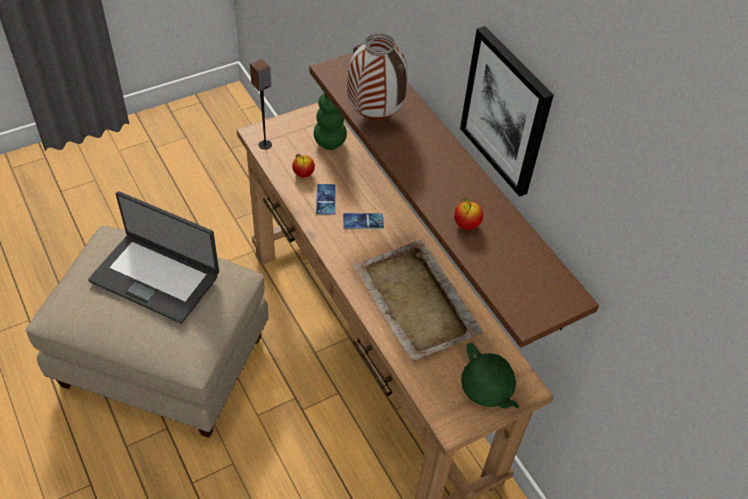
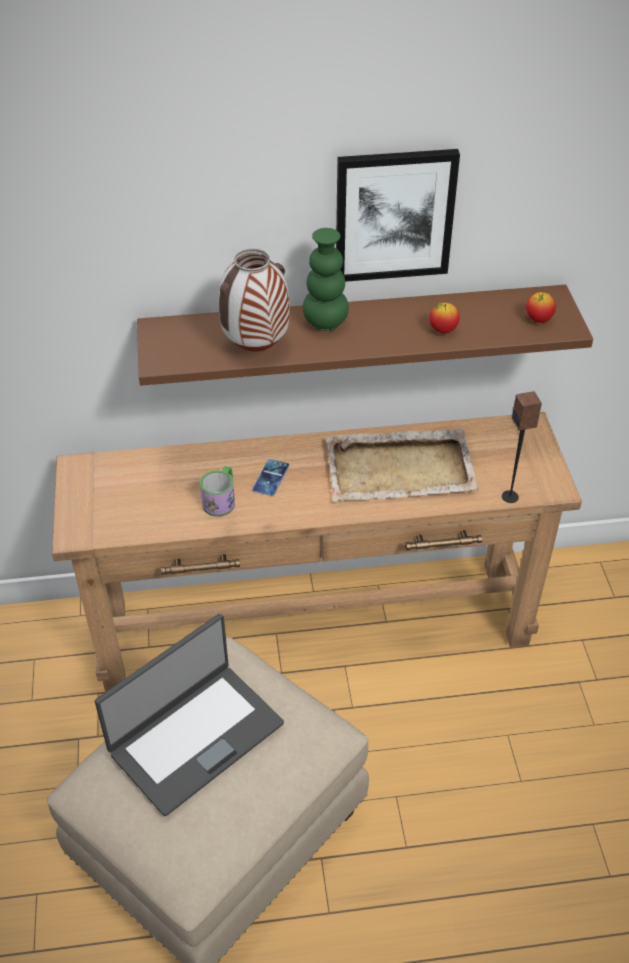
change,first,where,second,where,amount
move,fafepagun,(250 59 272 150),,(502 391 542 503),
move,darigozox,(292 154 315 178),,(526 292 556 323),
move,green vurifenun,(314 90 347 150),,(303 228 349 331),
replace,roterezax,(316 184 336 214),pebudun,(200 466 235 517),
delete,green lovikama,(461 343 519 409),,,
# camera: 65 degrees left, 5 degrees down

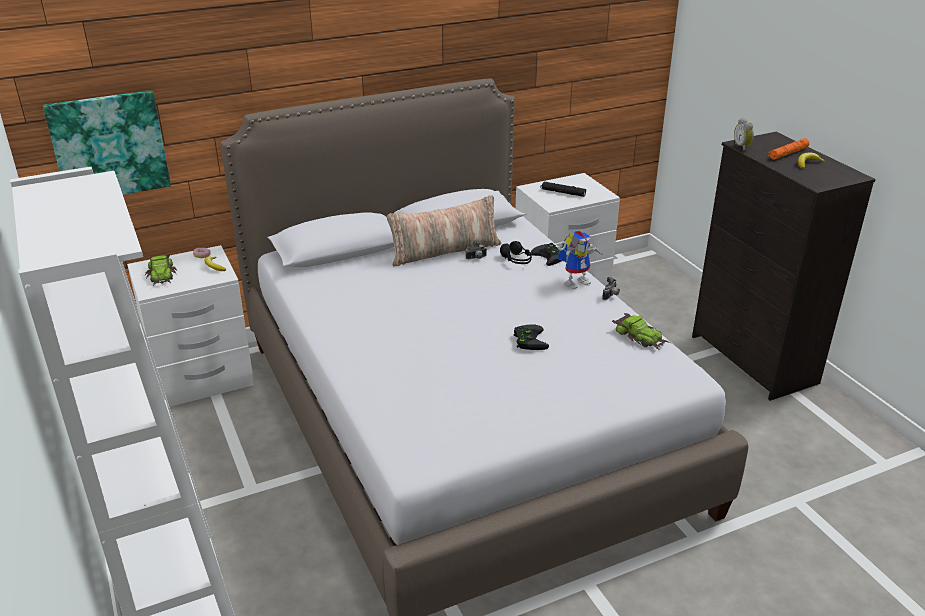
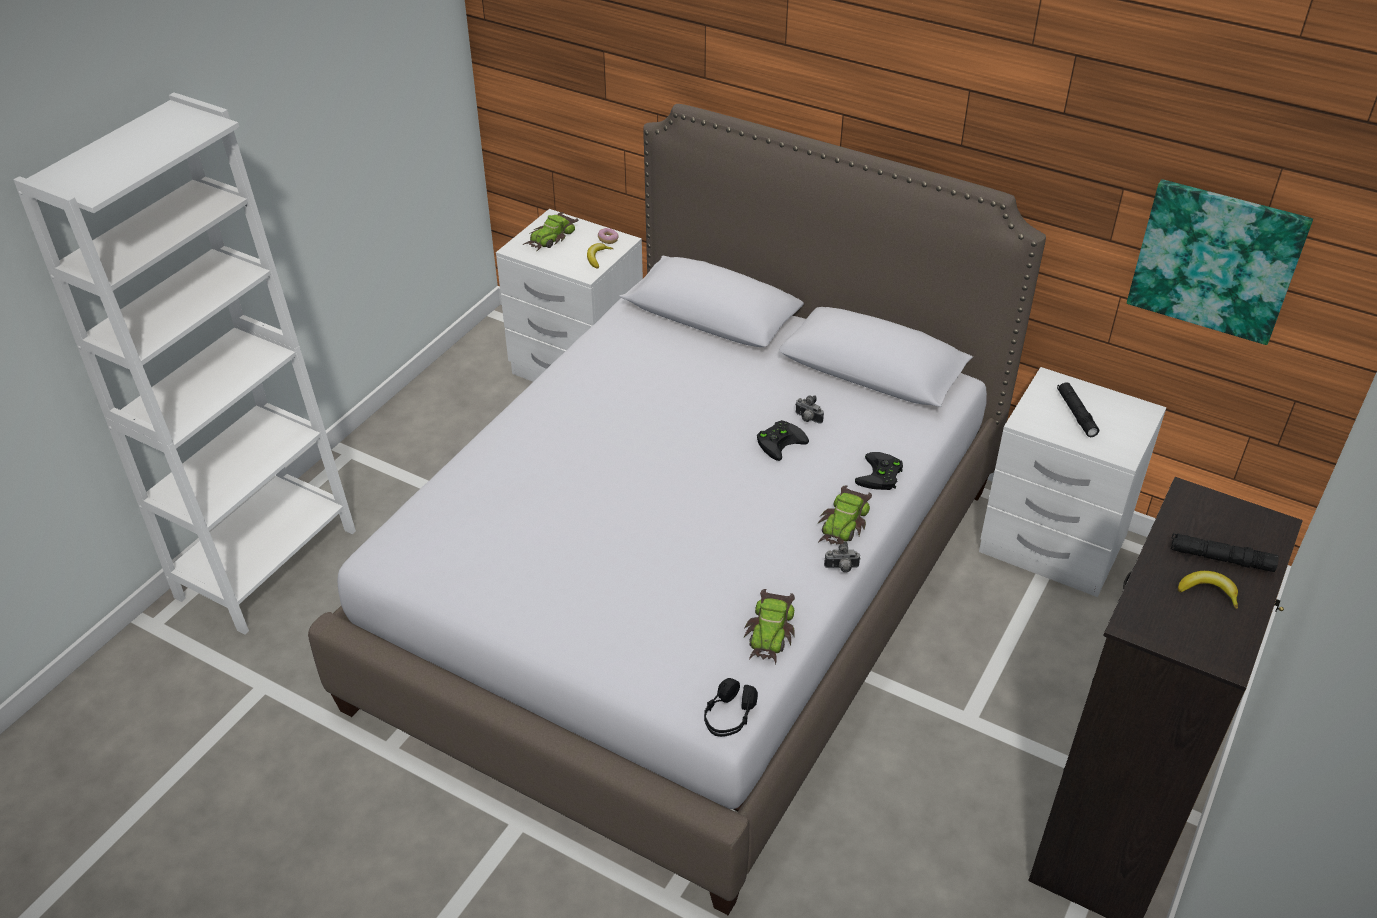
change,first,where,second,where,amount
move,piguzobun,(43 90 171 195),,(1127 179 1313 345),
delete,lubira,(387 195 501 267),,,
move,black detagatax,(500 241 532 264),,(704 678 758 737),
move,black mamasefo,(513 324 549 350),,(757 420 809 461),
replace,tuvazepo,(557 231 604 289),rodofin,(817 485 872 545),
delete,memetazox,(734 117 754 151),,,
recolor,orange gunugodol,(768 138 809 160),black gunugodol,(1171 533 1279 572),
# camera: 55 degrees right, 10 degrees up

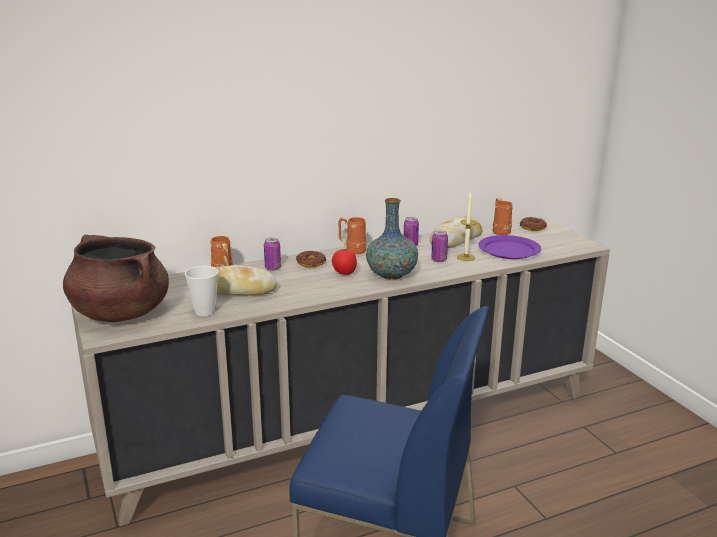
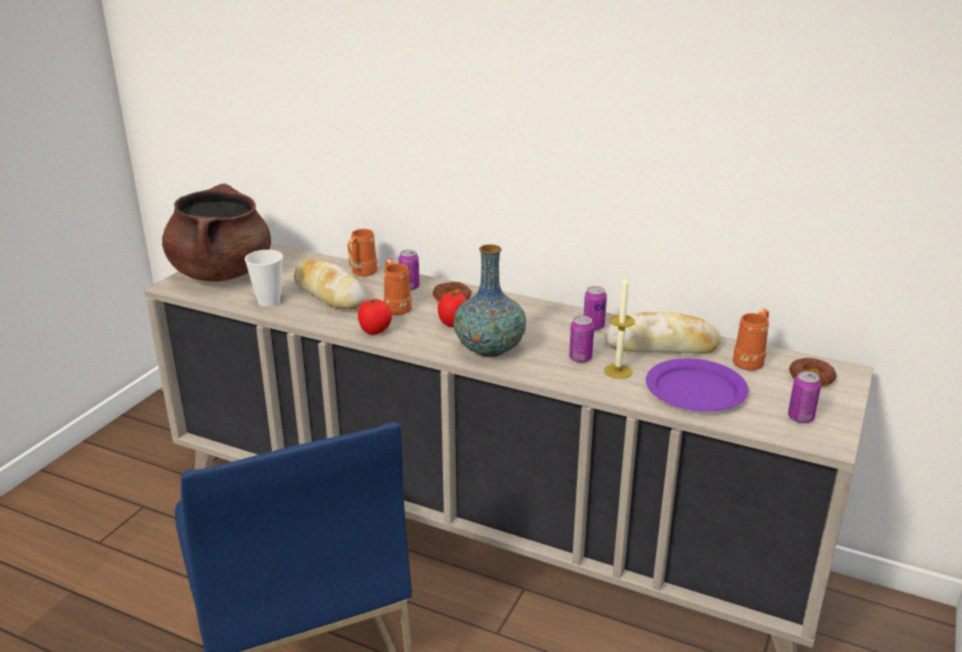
change,first,where,second,where,amount
move,orange pebudun,(338 217 367 254),,(384 259 412 315),
insert,,,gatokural,(358 299 392 335),
insert,,,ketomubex,(788 371 821 423),
# camera: 50 degrees right, 5 degrees up

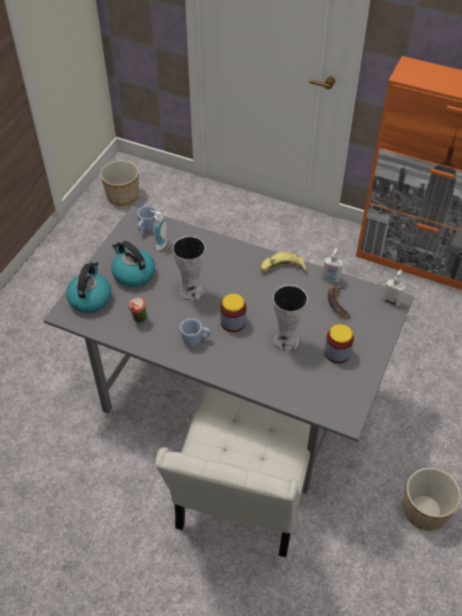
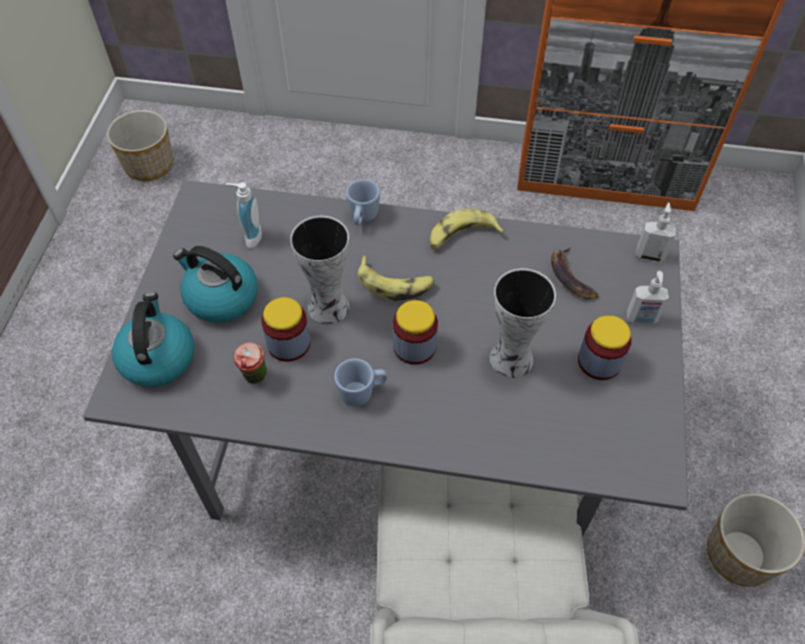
change,first,where,second,where,amount
move,blue pebudun,(137 206 157 231),,(346 179 380 226),
move,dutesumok,(322 248 343 282),,(626 271 669 324),
insert,,,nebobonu,(261 297 311 362),
insert,,,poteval,(358 256 435 301),
# camera: 15 degrees left, 5 degrees up

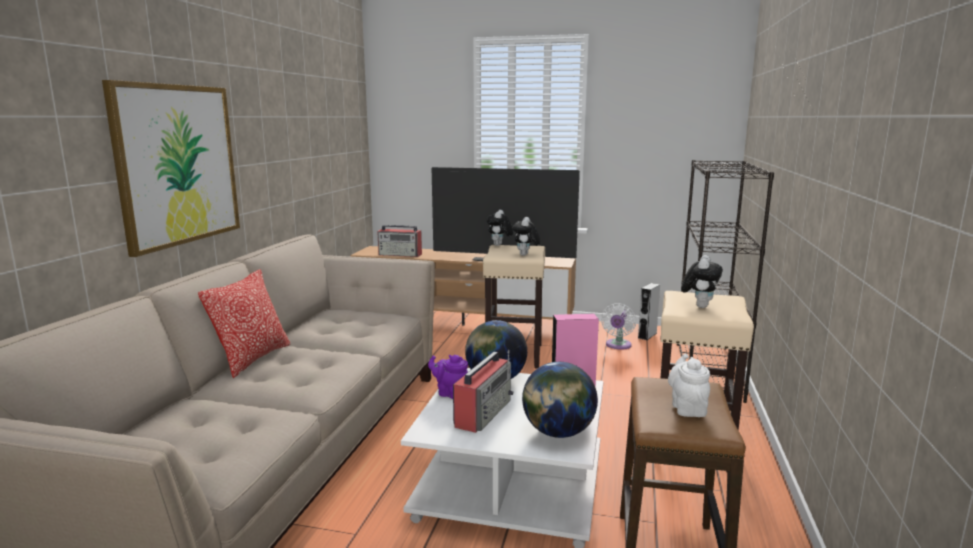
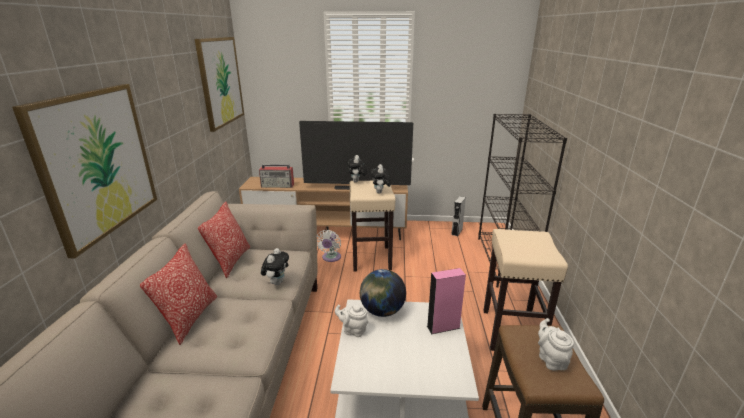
change,first,where,second,where,amount
recolor,purple lovikama,(428 355 468 399),white lovikama,(335 305 368 337),
delete,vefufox,(453 350 513 433),,,
delete,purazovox,(522 362 598 438),,,
move,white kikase,(601 303 636 350),,(317 230 341 262),
move,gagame,(681 255 723 308),,(261 248 289 285),
insert,,,piguzobun,(195 37 244 132),
insert,,,lubira,(198 202 250 278),
# camera: 10 degrees left, 10 degrees up

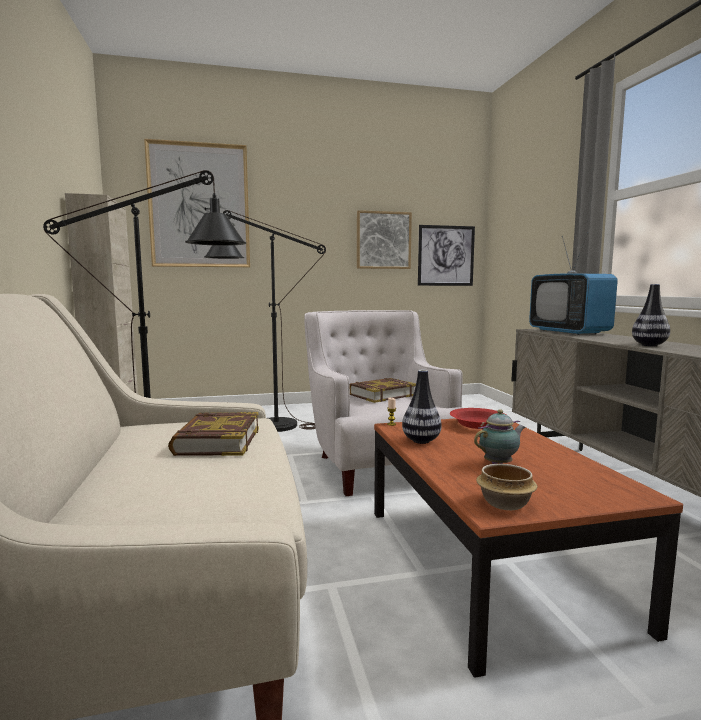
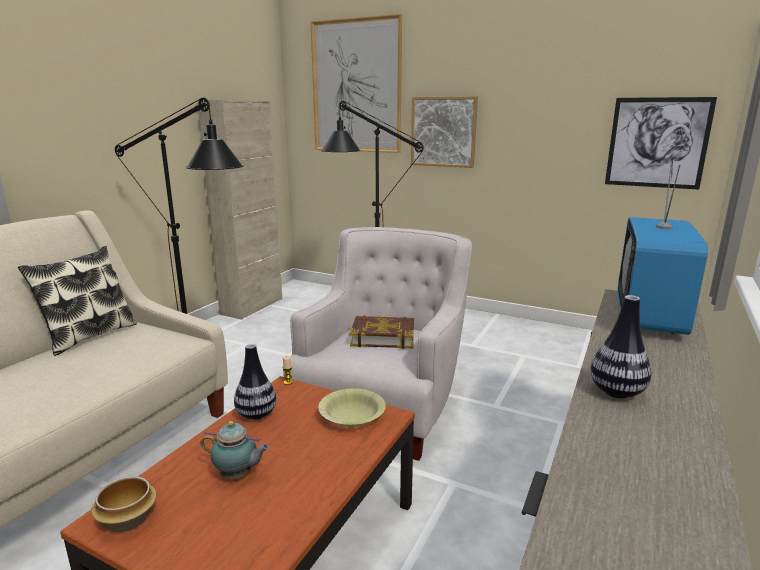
change,first,where,second,where,amount
delete,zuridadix,(168 412 259 456),,,
move,piguzobun,(357 210 412 269),,(411 96 478 168),
recolor,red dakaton,(450 408 505 429),yellow dakaton,(318 388 386 427),
insert,,,lubira,(18 246 137 356),
# camera: 40 degrees right, 10 degrees up

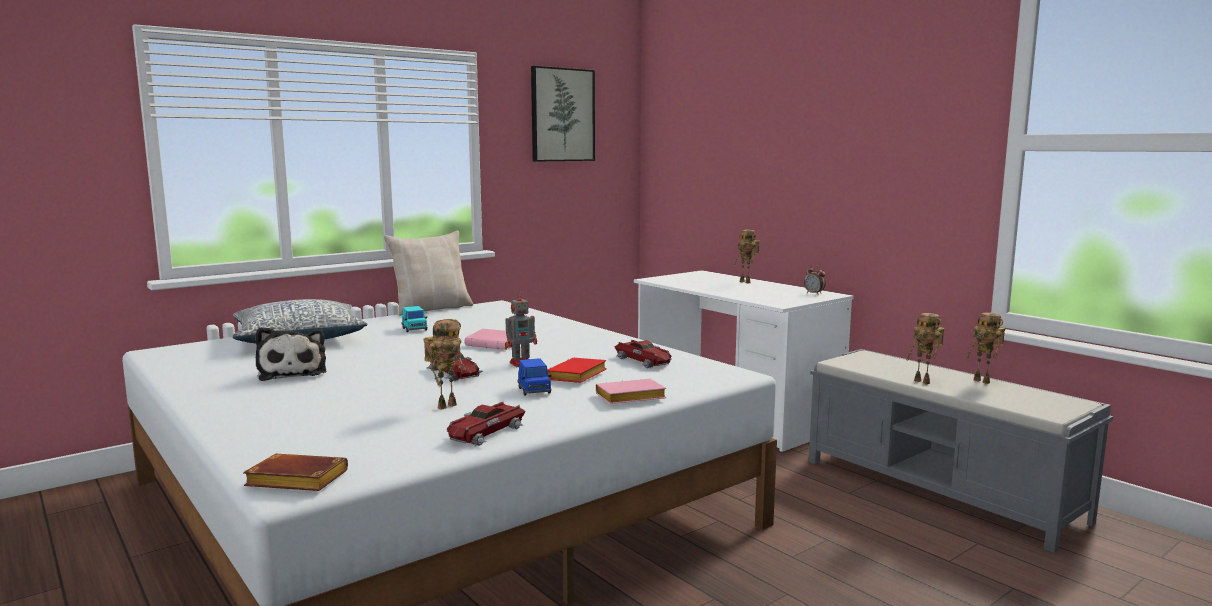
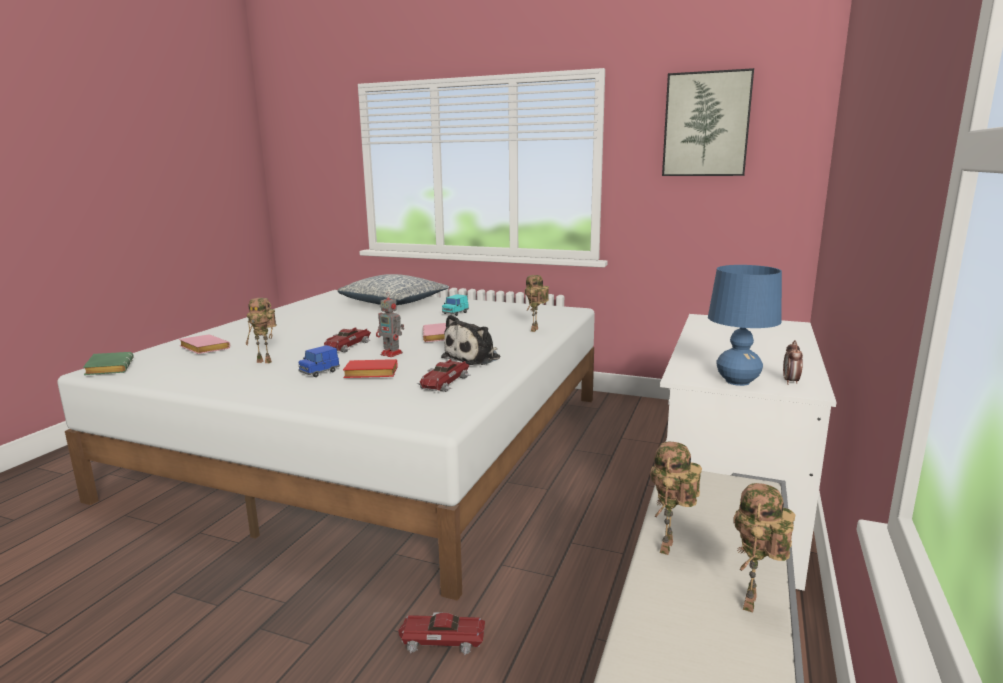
change,first,where,second,where,amount
recolor,brown zuridadix,(243 454 348 491),green zuridadix,(83 352 134 375),
move,gagame,(256 327 326 381),,(441 315 500 365),
delete,beige lubira,(384 231 473 316),,,
move,rodofin,(447 401 526 446),,(398 612 485 655),
move,pink zuridadix,(596 379 666 404),,(179 334 230 354),
move,tuvazepo,(733 230 760 283),,(525 275 549 332),
insert,,,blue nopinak,(708 265 782 386),
# camera: 60 degrees right, 5 degrees up

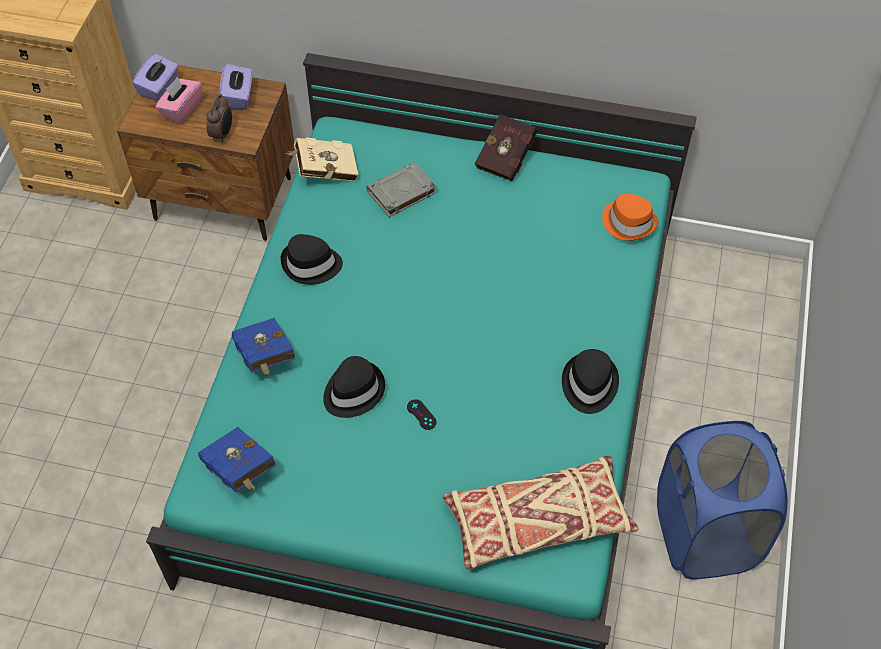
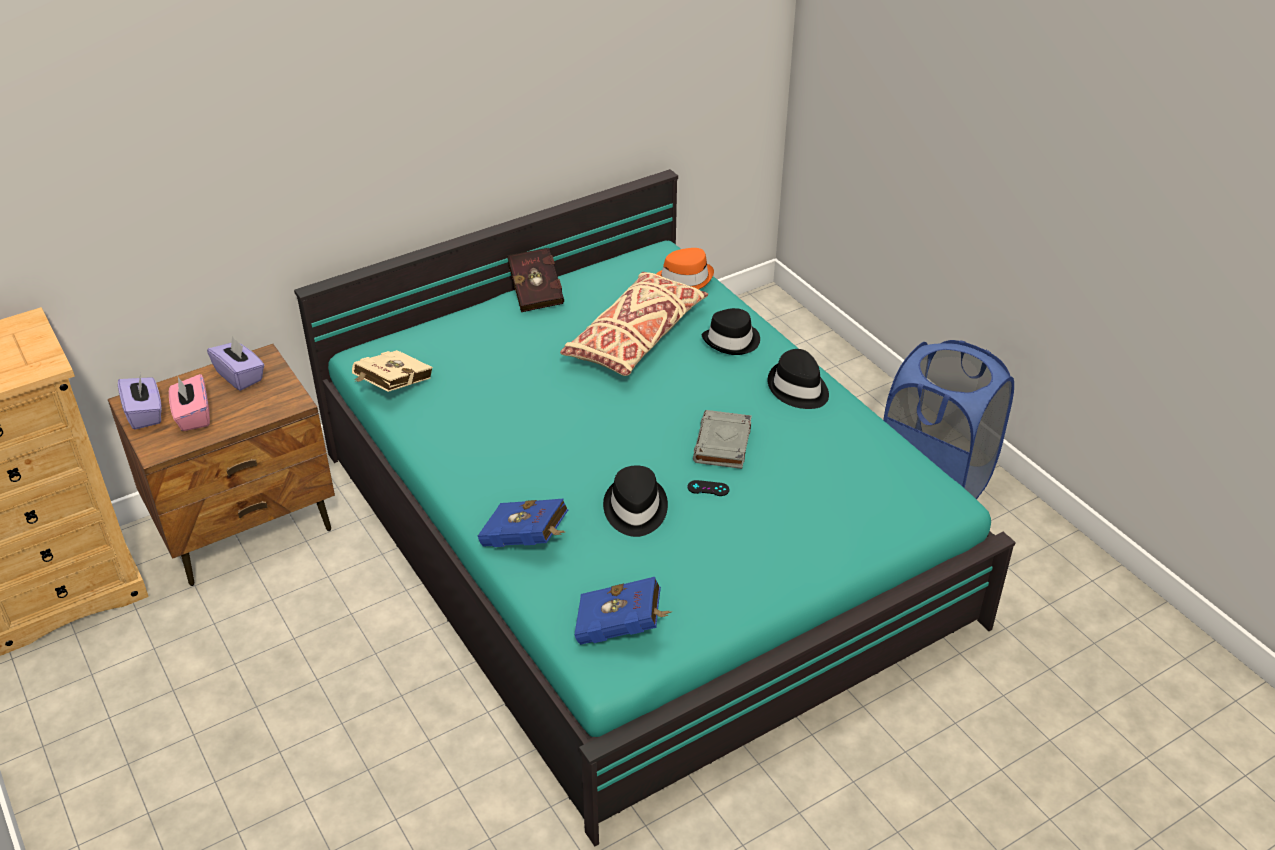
change,first,where,second,where,amount
delete,memetazox,(206 94 232 143),,,
move,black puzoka,(281 234 343 285),,(702 308 760 355),
move,grey zuridadix,(366 162 437 217),,(693 410 752 469),
move,beige lubira,(443 456 638 569),,(560 272 708 376),
# camera: 45 degrees left, 15 degrees down

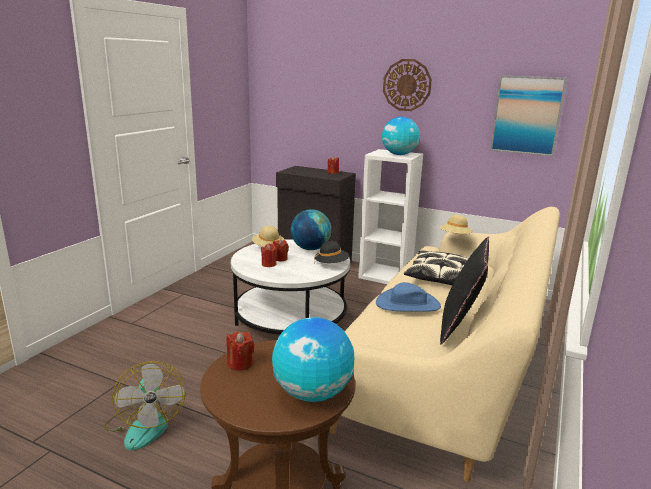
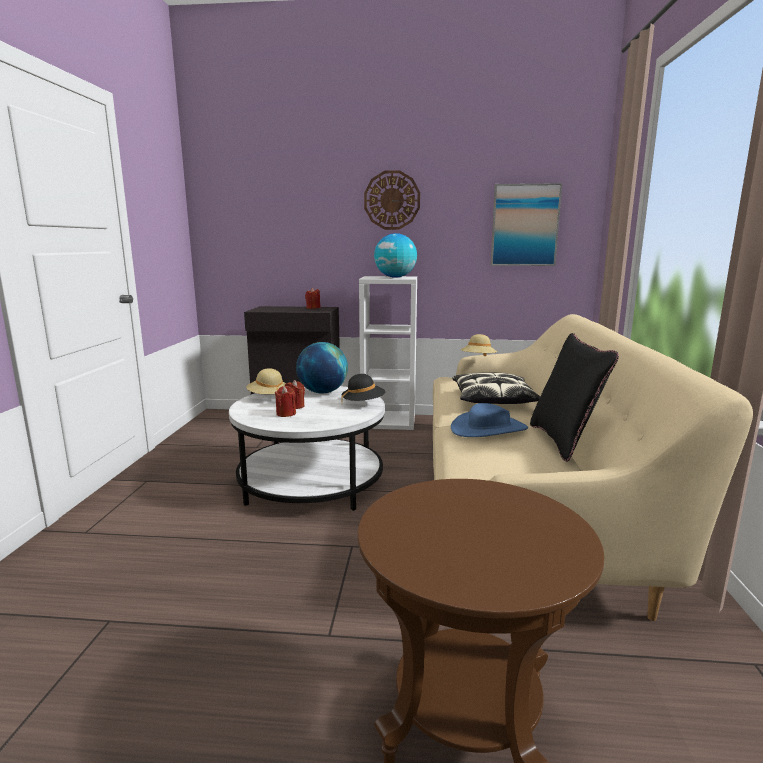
change,first,where,second,where,amount
delete,kikase,(104 361 186 450),,,
delete,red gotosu,(226 331 254 371),,,
delete,purazovox,(272 317 354 402),,,
# camera: 20 degrees left, 5 degrees down

